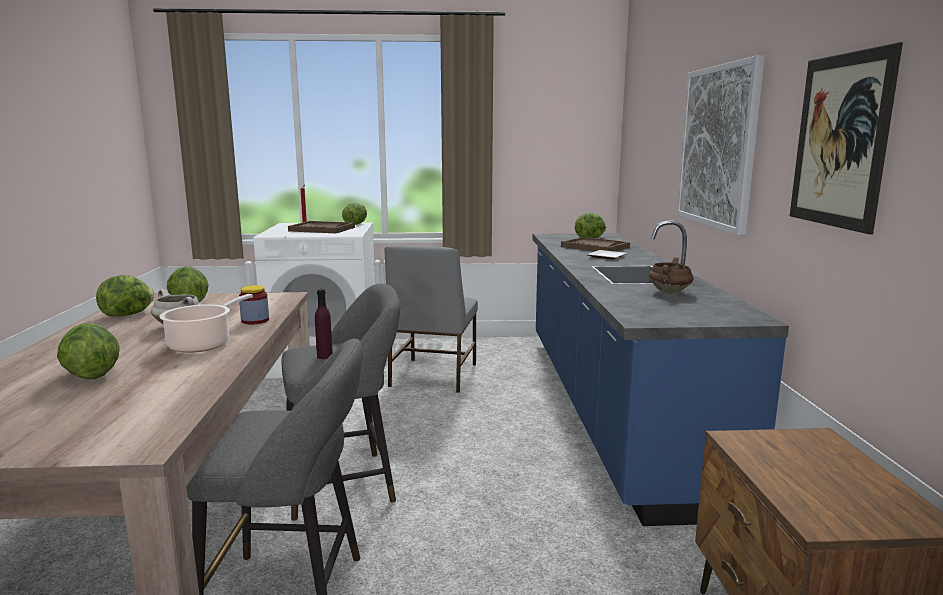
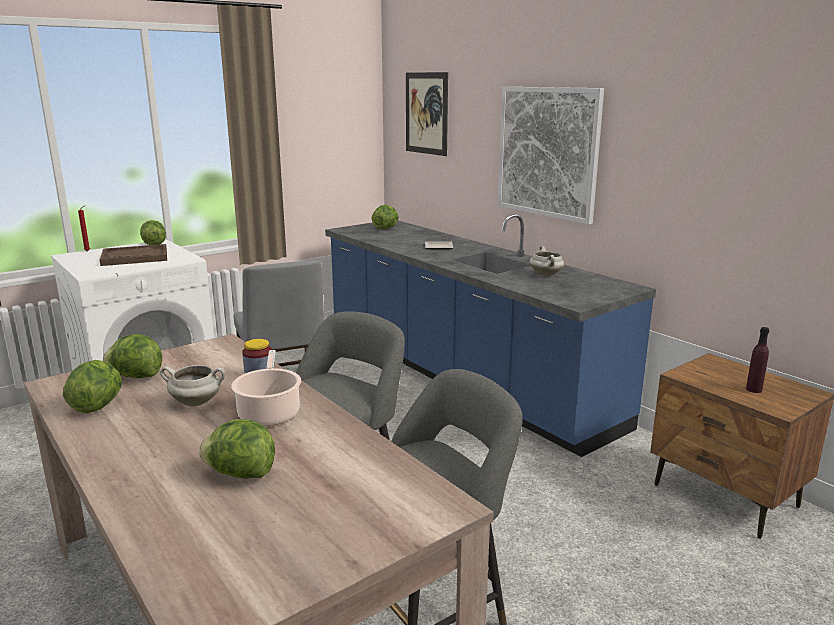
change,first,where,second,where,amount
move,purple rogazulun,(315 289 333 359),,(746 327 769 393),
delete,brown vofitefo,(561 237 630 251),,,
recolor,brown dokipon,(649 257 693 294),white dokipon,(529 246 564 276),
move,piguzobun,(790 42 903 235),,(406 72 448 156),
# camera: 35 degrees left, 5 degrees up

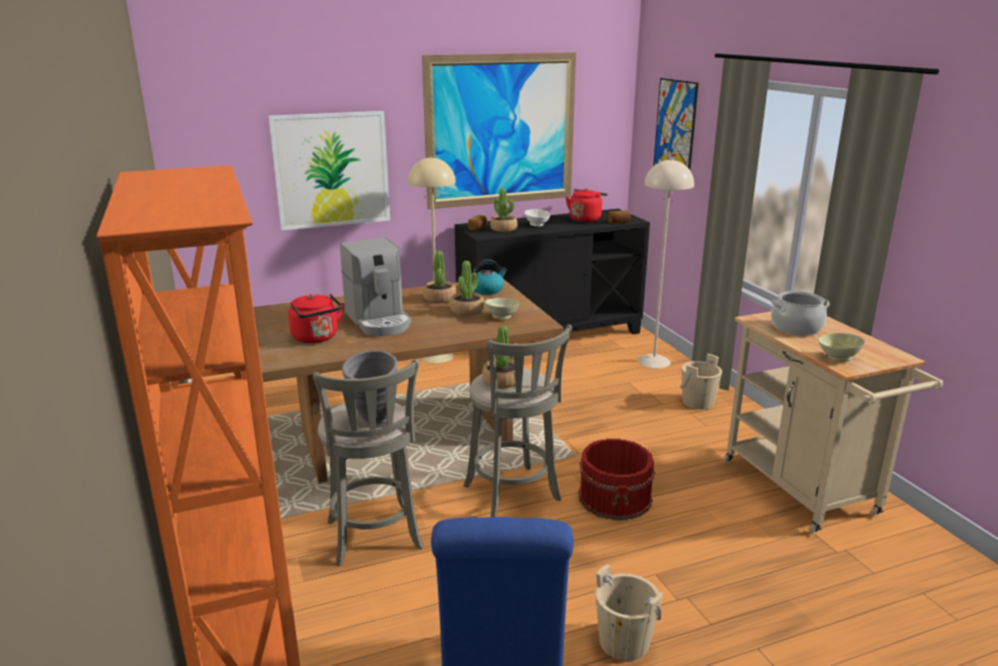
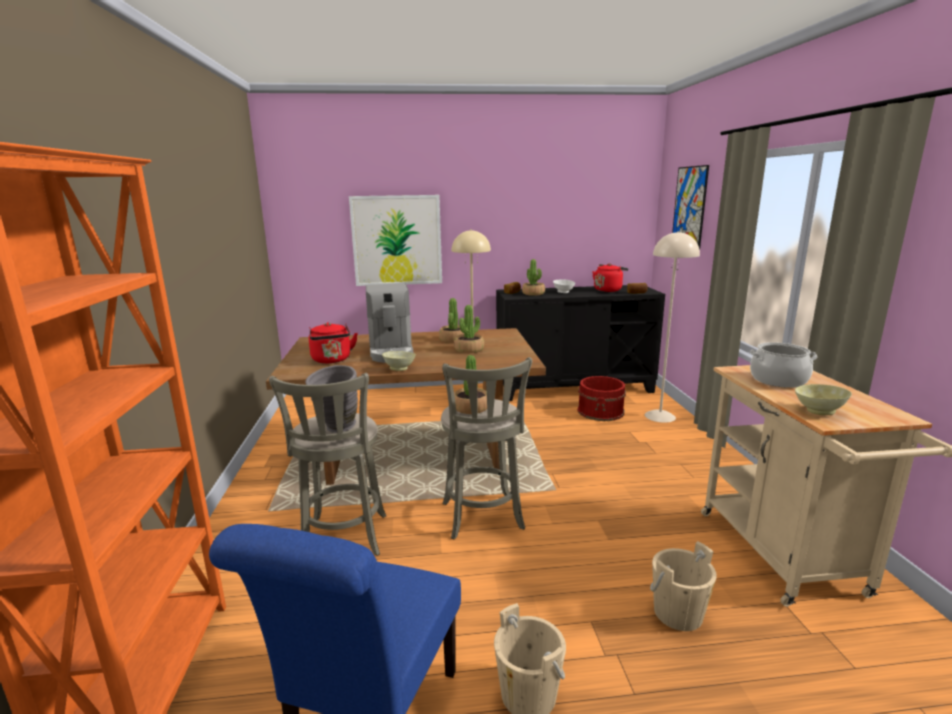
change,first,where,second,where,amount
delete,piguzobun,(422 52 576 209),,,
delete,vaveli,(474 259 507 295),,,
move,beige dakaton,(485 298 519 320),,(382 351 416 371),
move,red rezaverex,(578 439 655 520),,(577 376 626 421),
move,beige rezaverex,(680 354 722 409),,(650 541 717 631),
# camera: 15 degrees right, 5 degrees down

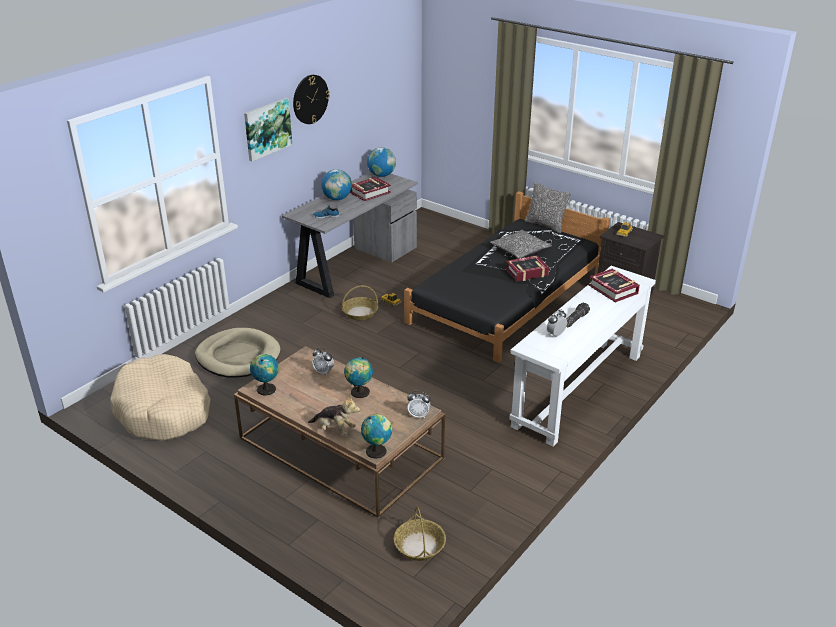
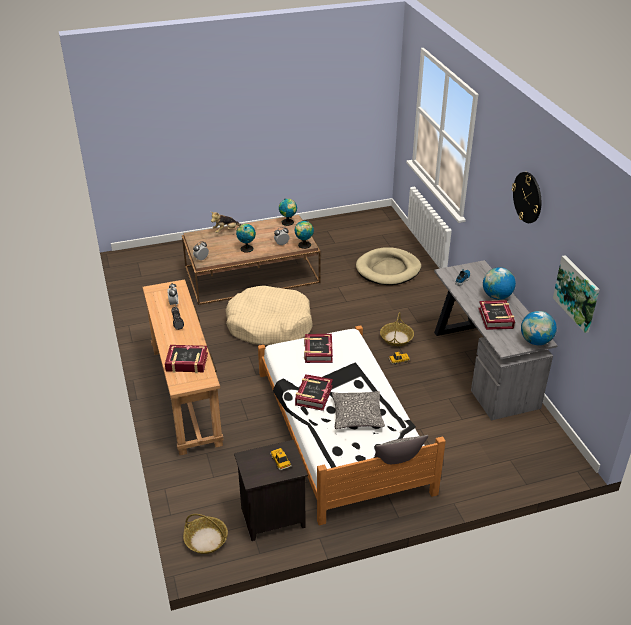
change,first,where,second,where,amount
move,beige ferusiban,(110 354 211 441),,(226 285 312 345),
move,piguzobun,(244 98 292 161),,(553 255 600 333),
move,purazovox,(361 414 392 459),,(295 220 314 249),
move,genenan,(394 506 446 561),,(183 514 228 554),
recolor,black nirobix,(404 191 610 363),white nirobix,(258 325 446 525),
recolor,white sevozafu,(509 266 656 447),brown sevozafu,(142 279 224 455),
insert,,,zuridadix,(304 334 333 363),
# camera: 125 degrees right, 5 degrees up

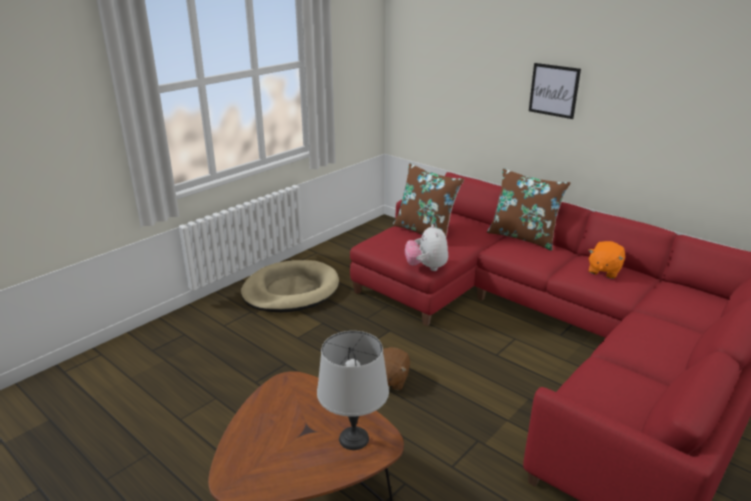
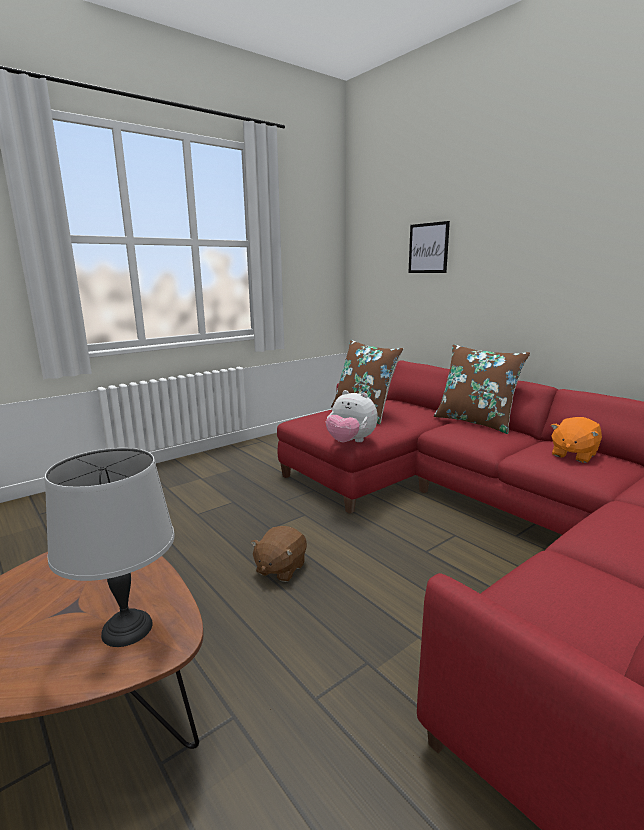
change,first,where,second,where,amount
delete,beige ferusiban,(241 260 339 312),,,
rotate,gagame,(405 224 448 271),,(326 390 378 442),60 degrees counterclockwise
move,piguzobun,(529 63 581 119),,(408 221 450 273),
# camera: 10 degrees right, 10 degrees down

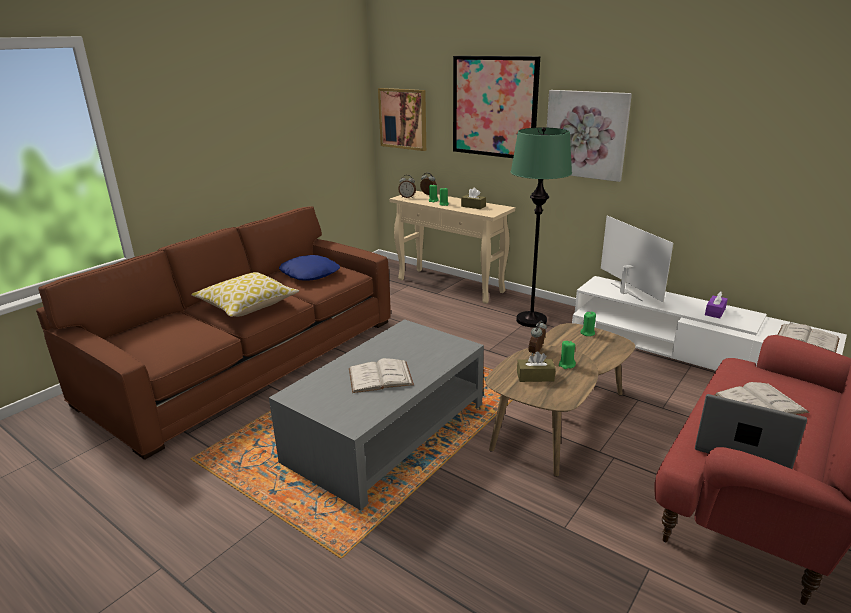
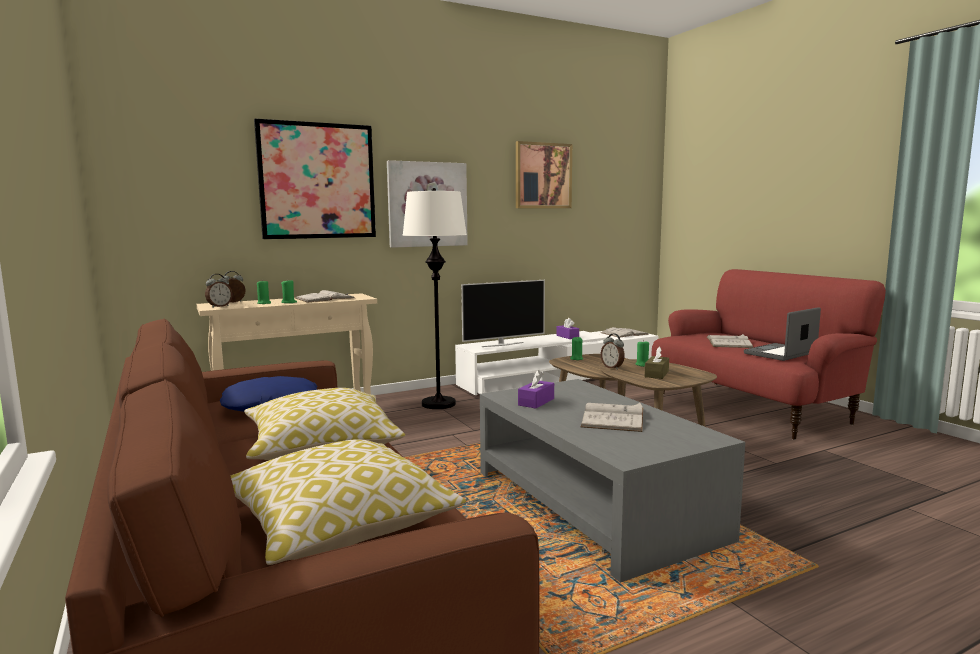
change,first,where,second,where,amount
move,piguzobun,(378 88 426 151),,(516 141 572 208),
replace,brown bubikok,(461 188 486 209),white zuridadix,(295 290 354 303),
recolor,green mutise,(511 127 572 327),white mutise,(402 188 467 409),
rotate,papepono,(601 216 673 302),,(461 280 545 347),150 degrees clockwise
insert,,,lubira,(230 439 466 565),
insert,,,purple bubikok,(518 370 554 409),
# camera: 65 degrees left, 15 degrees down

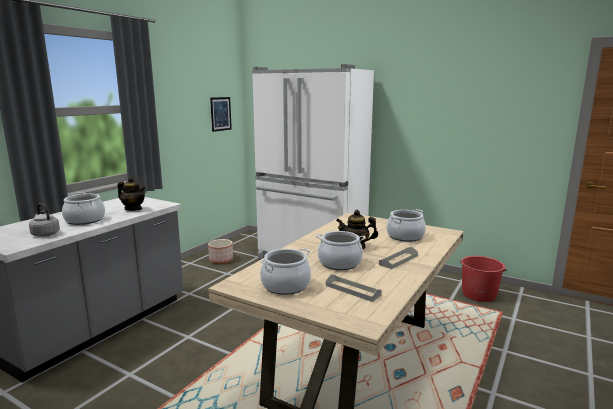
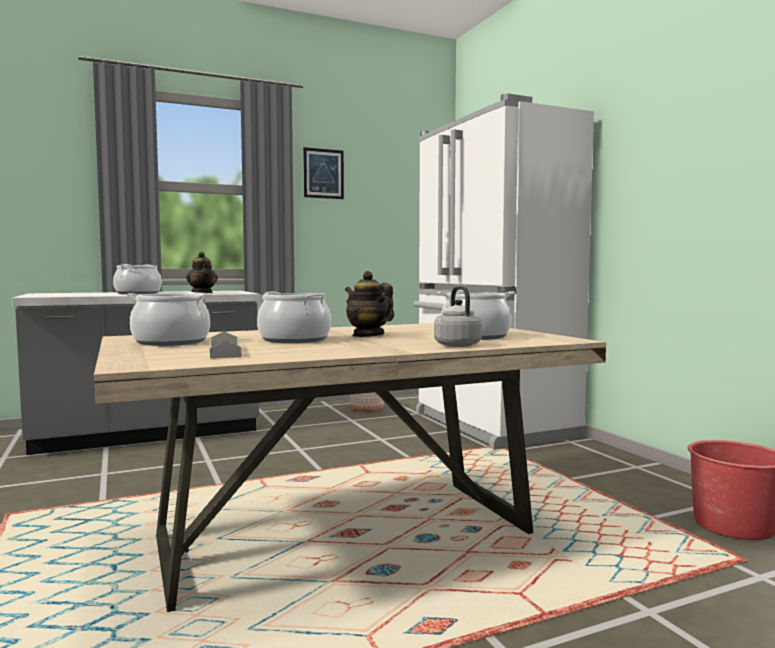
change,first,where,second,where,amount
move,grey vaveli,(29 203 60 237),,(434 286 482 347),
move,piguzobun,(210 97 232 132),,(303 147 344 199),
delete,grey vofitefo,(379 247 418 269),,,
# camera: 35 degrees right, 10 degrees down

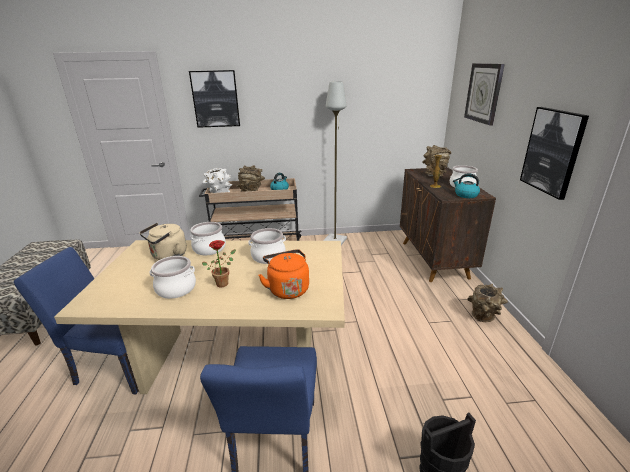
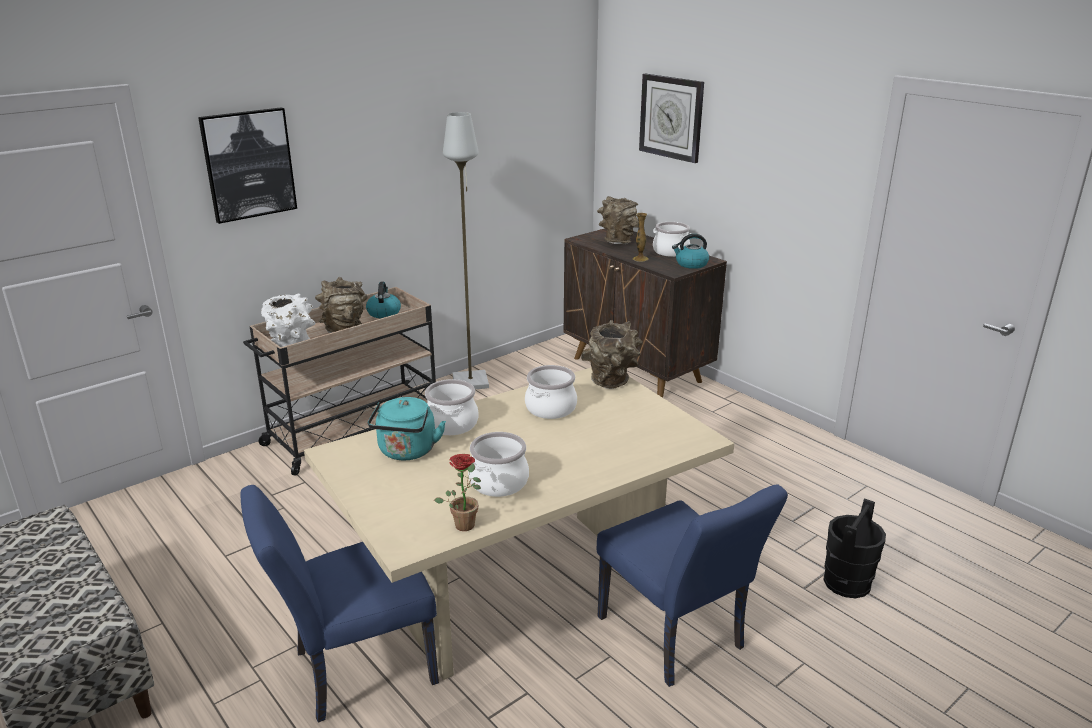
change,first,where,second,where,amount
recolor,beige vaveli,(139 223 187 260),turquoise vaveli,(368 397 446 461),
move,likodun,(202 240 236 287),,(434 454 481 531),
delete,orange vaveli,(259 249 309 299),,,
move,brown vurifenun,(467 284 508 322),,(581 320 643 389),
delete,piguzobun,(520 107 589 200),,,
# camera: 35 degrees left, 0 degrees up

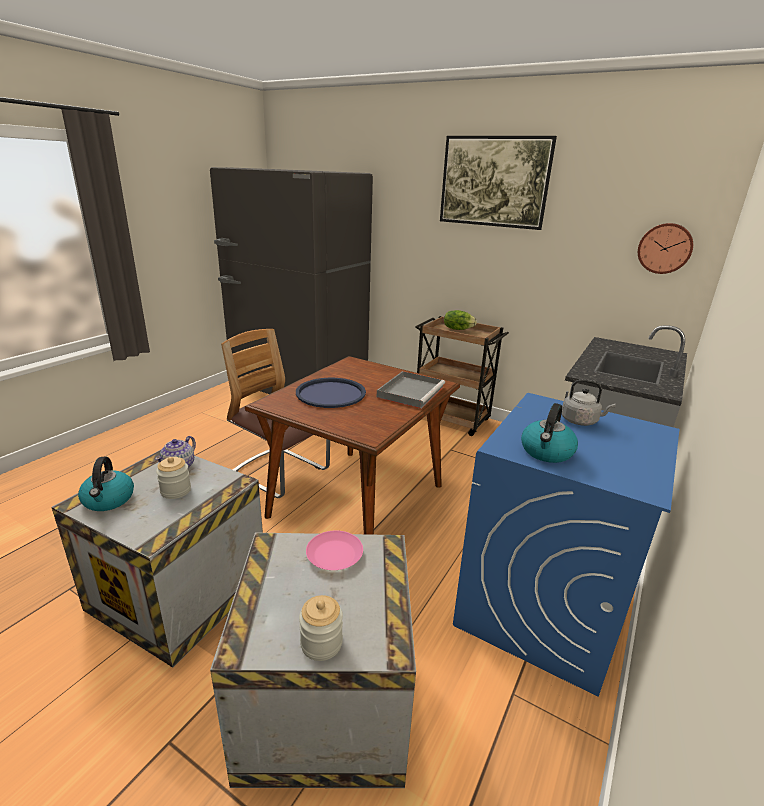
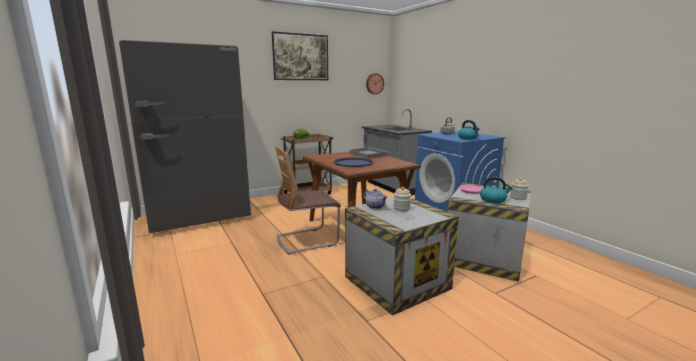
change,first,where,second,where,amount
move,vaveli,(78 457 134 511),,(480 177 512 203),
# camera: 60 degrees left, 10 degrees down

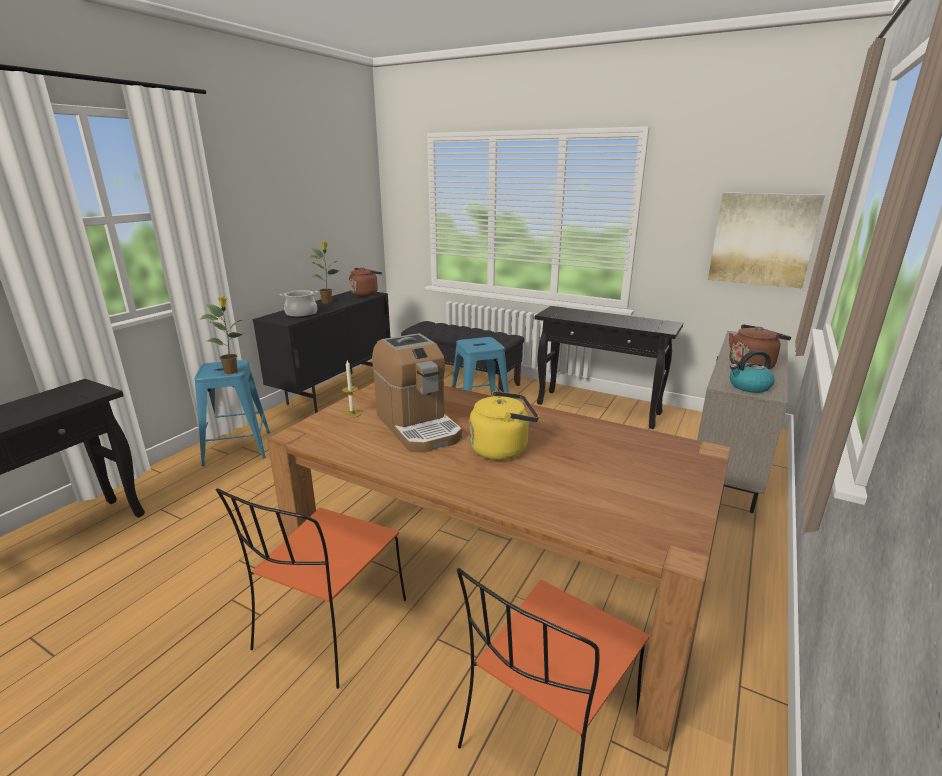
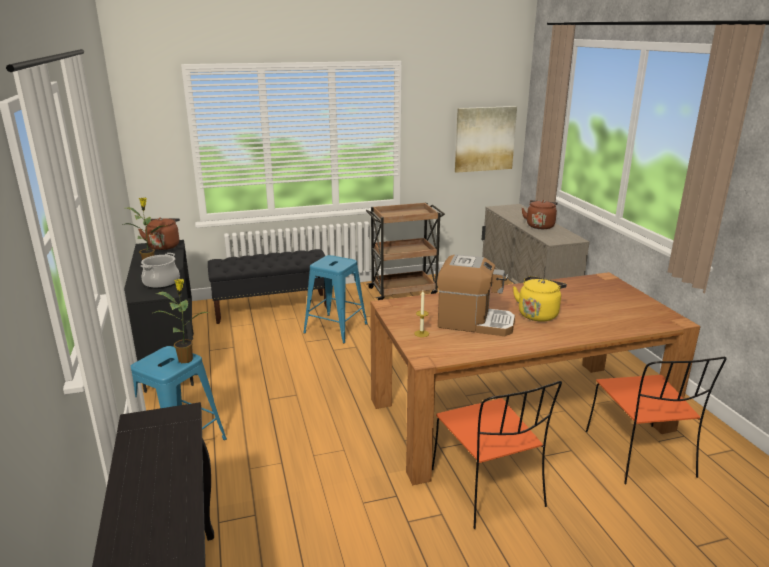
change,first,where,second,where,amount
replace,black sevozafu,(535 306 683 429),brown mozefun,(366 202 445 300),
delete,vaveli,(730 350 774 393),,,
# camera: 45 degrees left, 0 degrees up

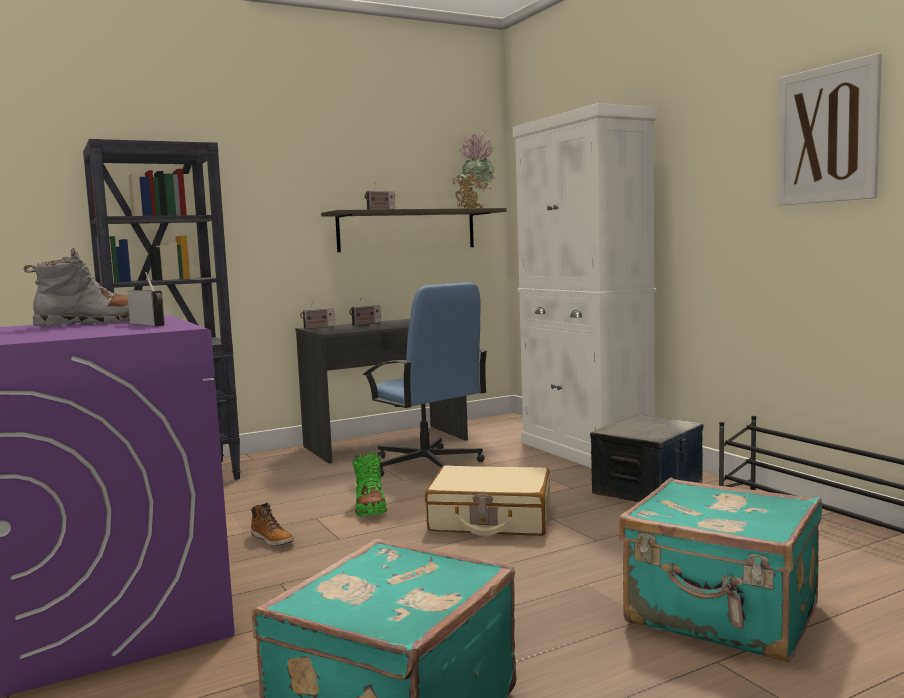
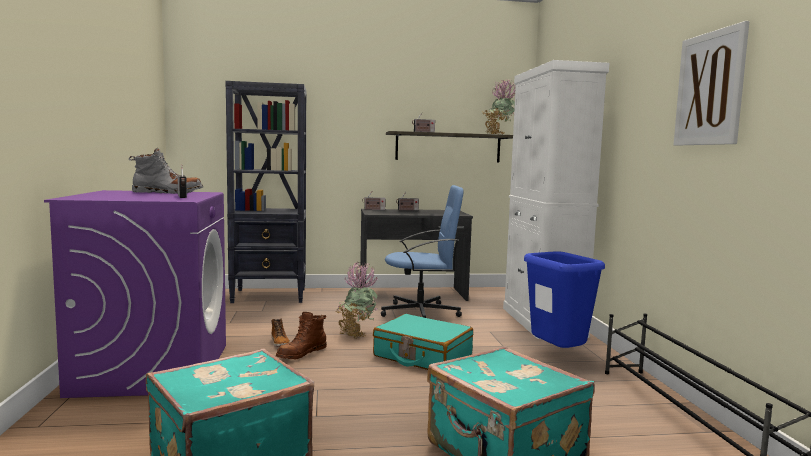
change,first,where,second,where,amount
replace,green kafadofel,(352 452 387 517),likodun,(336 262 378 339),
rotate,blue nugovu,(363 282 487 477),,(381 185 464 318),75 degrees counterclockwise
recolor,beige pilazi,(425 465 550 536),turquoise pilazi,(373 314 473 370),
replace,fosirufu,(590 415 703 502),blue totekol,(524 251 605 348),
insert,,,brown kafadofel,(276 312 327 359),
# camera: 20 degrees right, 0 degrees up

